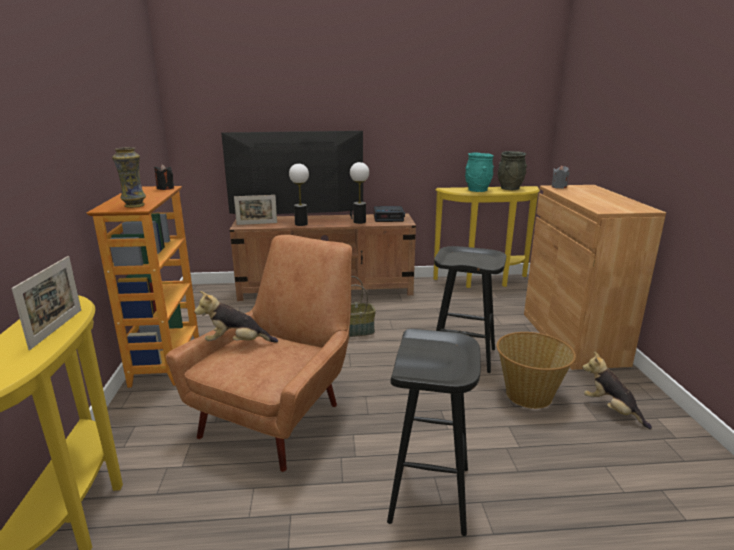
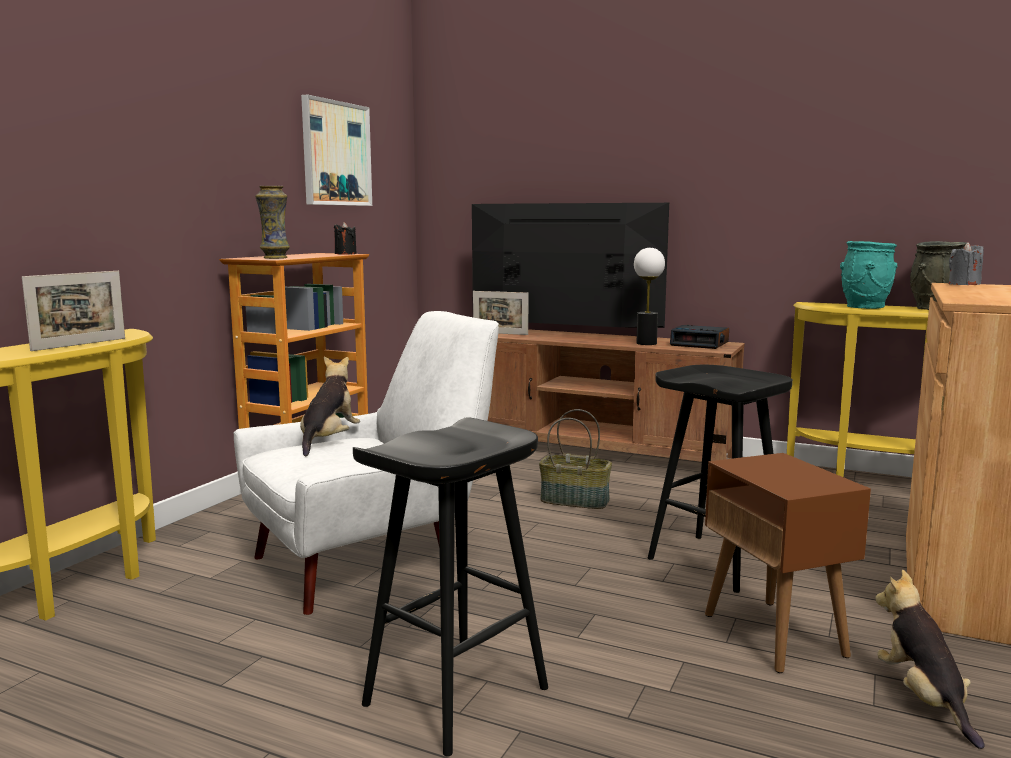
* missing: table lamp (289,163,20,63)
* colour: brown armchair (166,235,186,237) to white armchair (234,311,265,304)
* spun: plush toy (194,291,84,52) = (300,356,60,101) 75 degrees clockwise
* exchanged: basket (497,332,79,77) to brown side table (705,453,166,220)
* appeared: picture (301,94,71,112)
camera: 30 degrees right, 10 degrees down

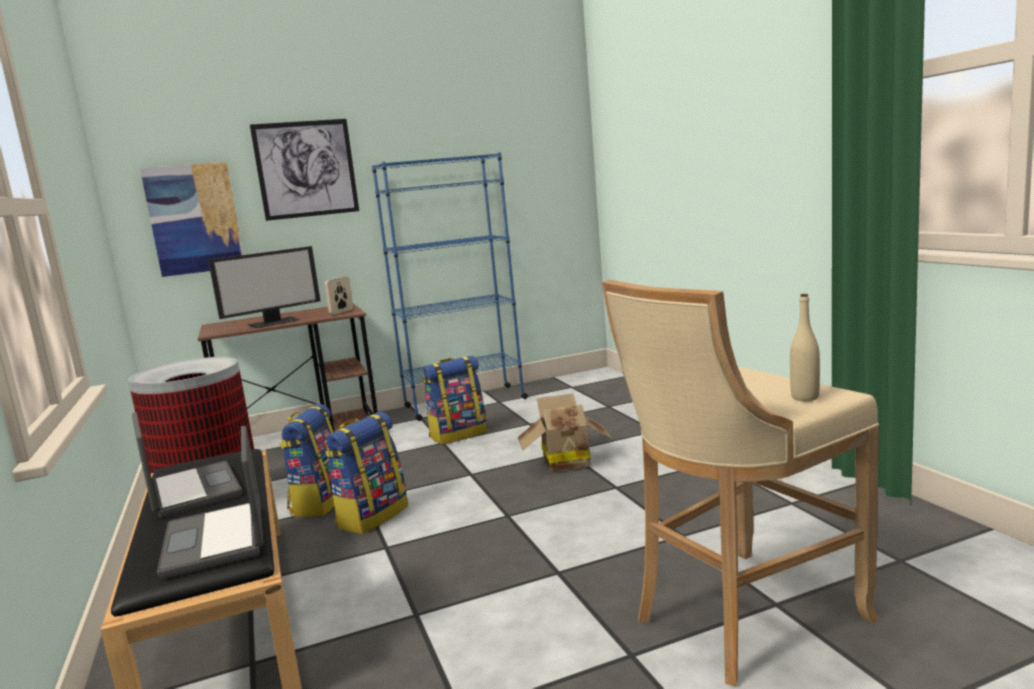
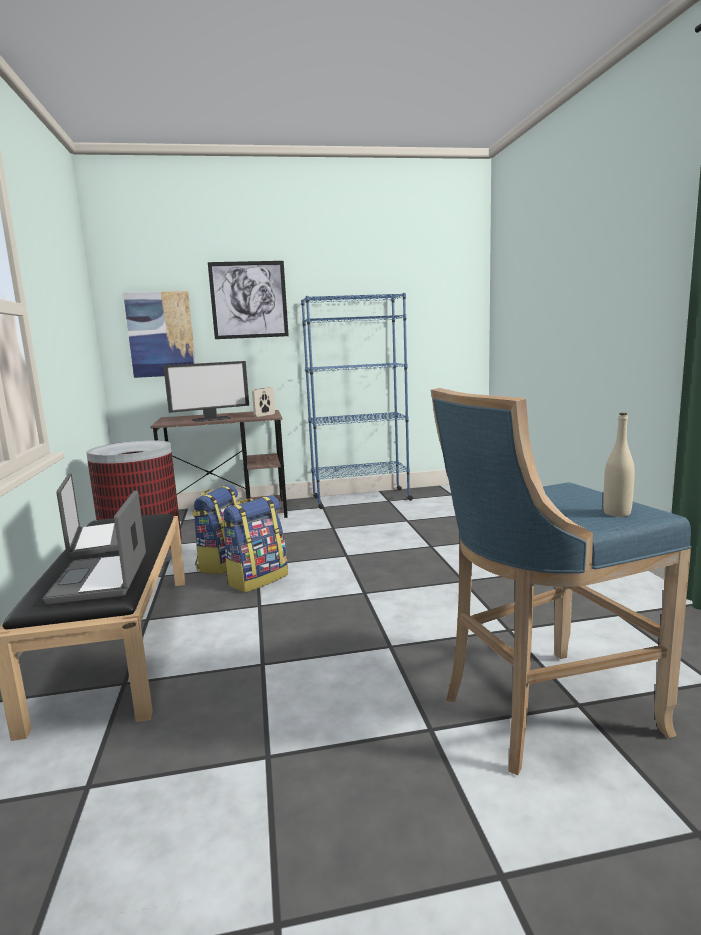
* colour: beige stool (602,280,277,406) to blue stool (431,388,261,387)
* missing: backpack (423,356,64,89)
* missing: cardboard box (518,394,94,78)
camera: 10 degrees right, 0 degrees up

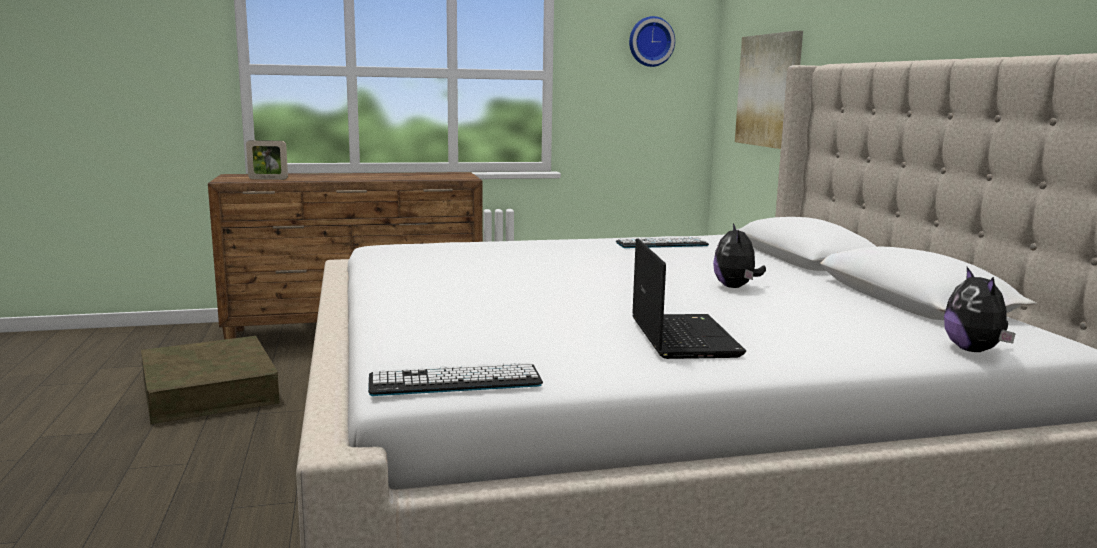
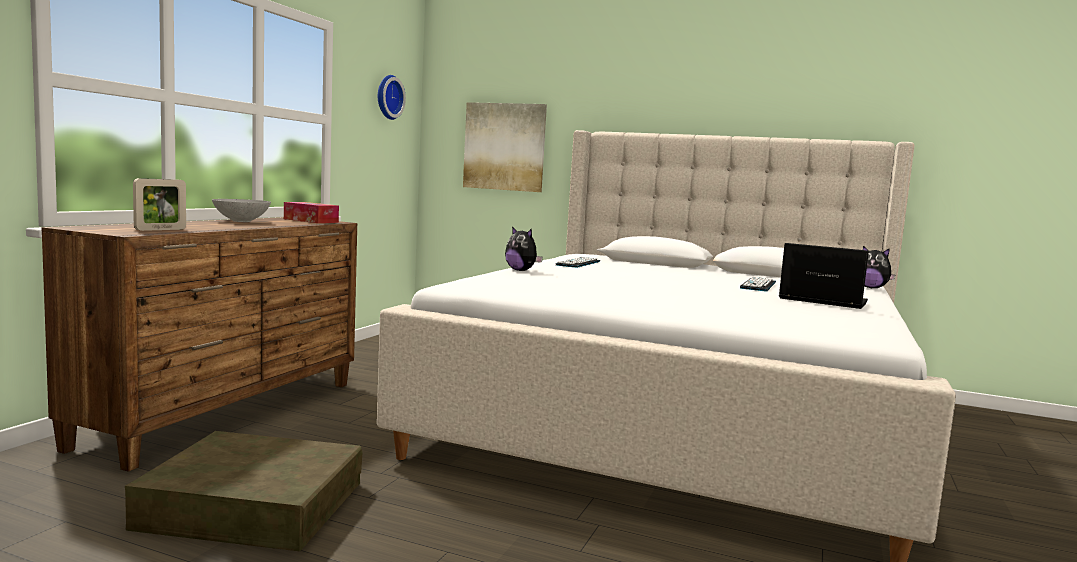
* relocated: plush toy (713,223,53,65) to (505,226,38,45)
* relocated: keyboard (368,362,175,34) to (740,277,36,15)
* appeared: grey bowl (212,199,59,23)
* appeared: tissue box (284,202,55,21)
camera: 55 degrees left, 5 degrees down

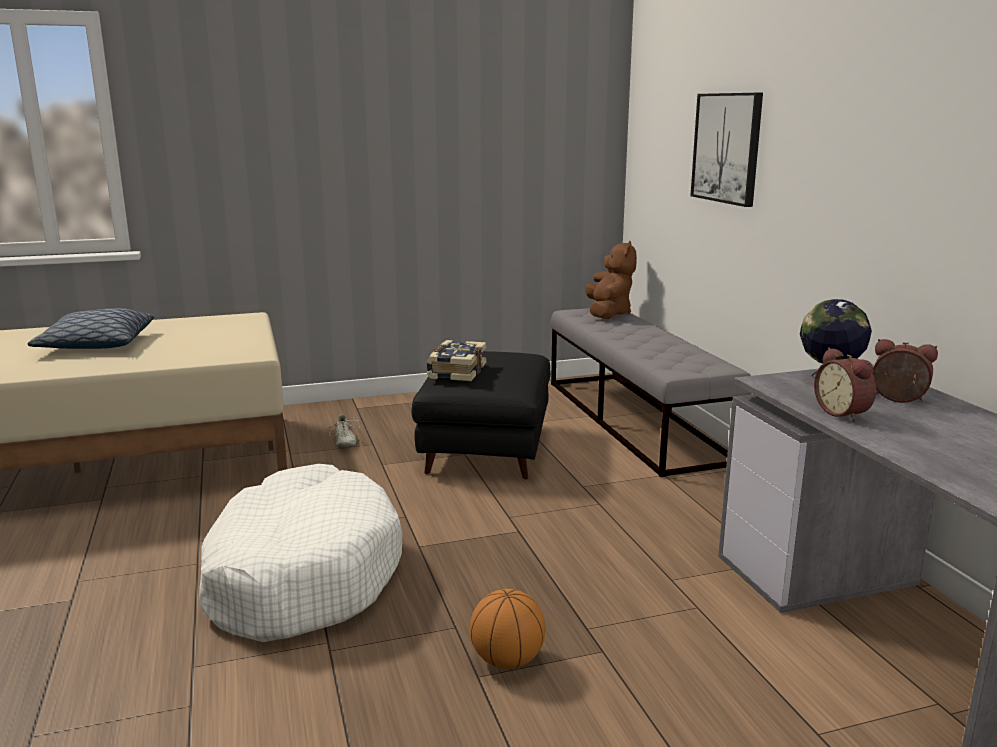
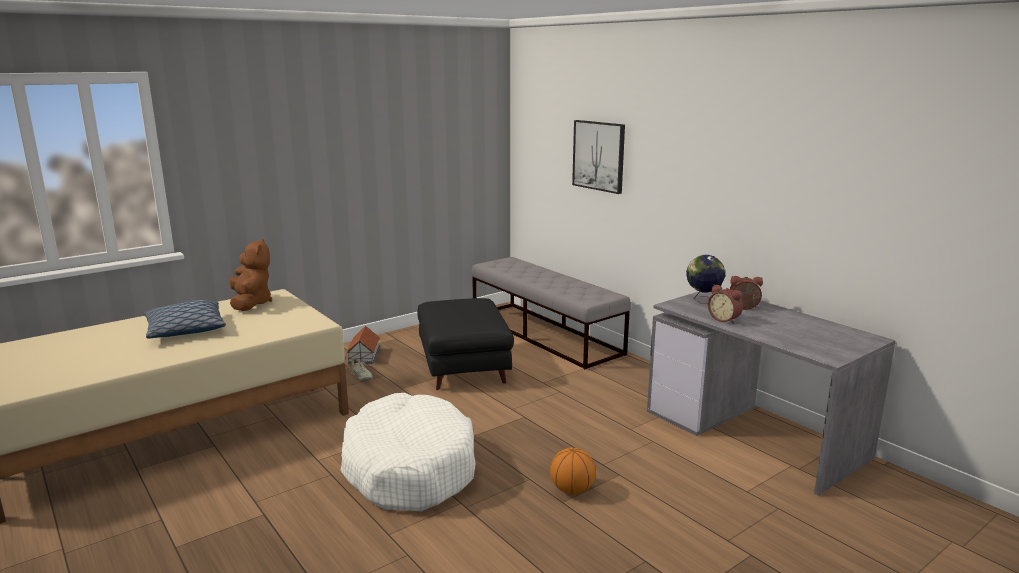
* relocated: brown plush toy (585,241,52,78) to (229,238,43,73)
* missing: book (426,340,60,41)
* appeared: toy house (346,326,34,38)
camera: 20 degrees left, 0 degrees up

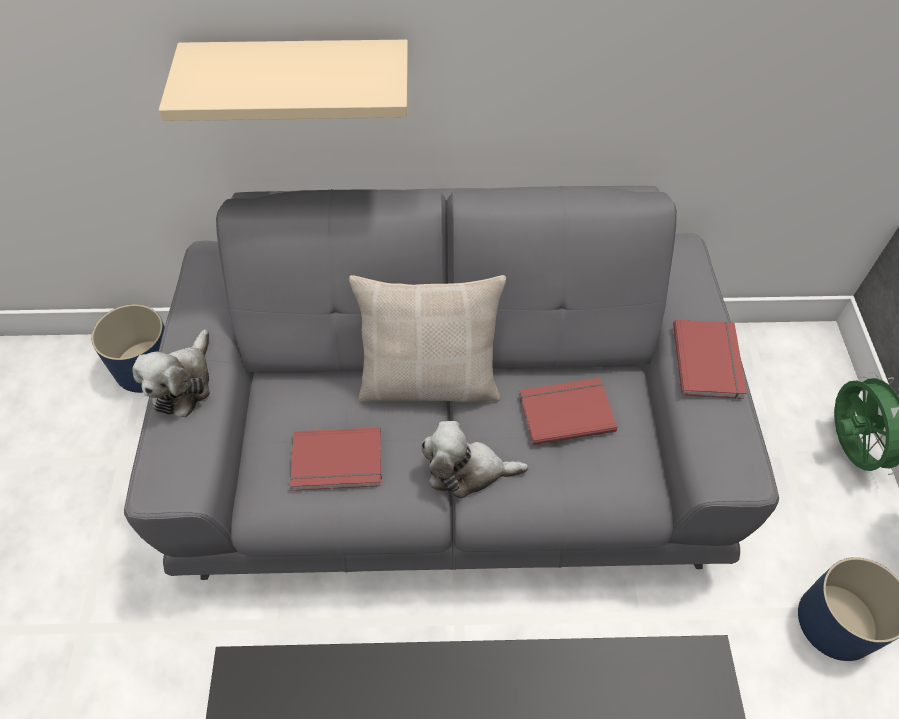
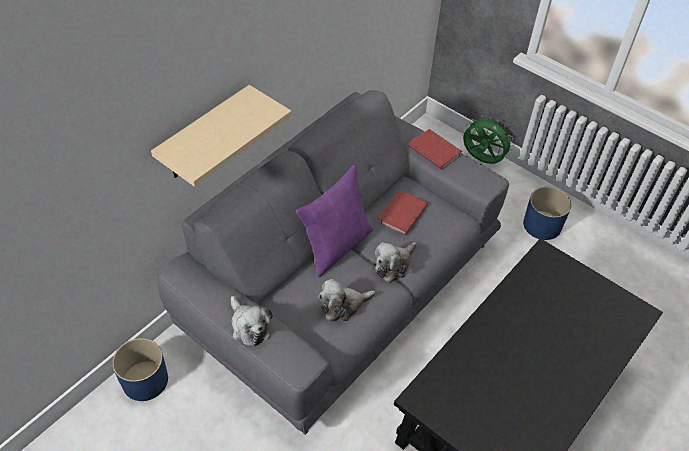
* colour: beige pillow (349,275,157,127) to purple pillow (296,165,77,112)
* exchanged: red book (290,427,92,64) to plush toy (318,279,58,42)
camera: 50 degrees left, 5 degrees down

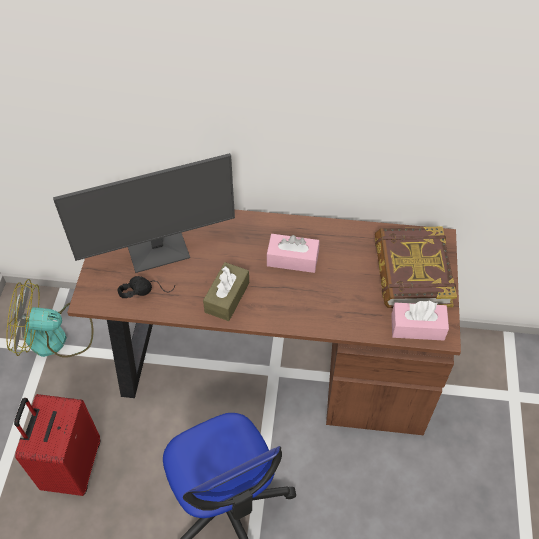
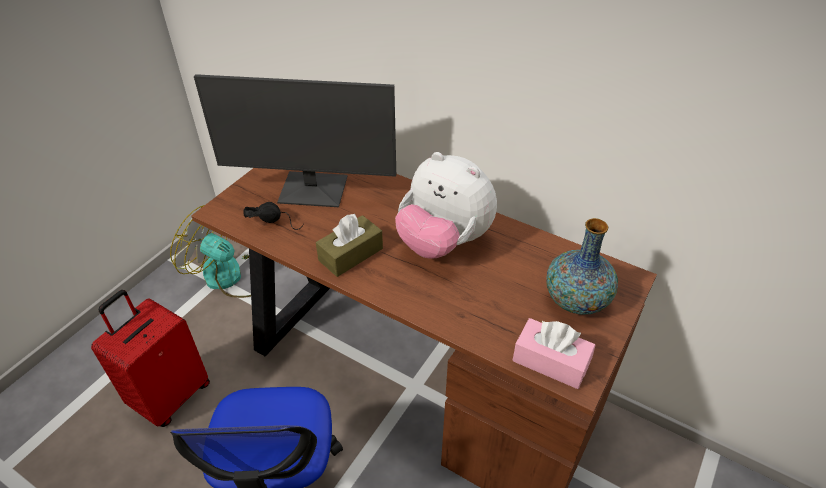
* exchanged: book (375,227,82,81) to vase (546,218,72,97)
* exchanged: pink tissue box (267,234,52,39) to plush toy (395,152,102,107)
camera: 25 degrees right, 10 degrees down

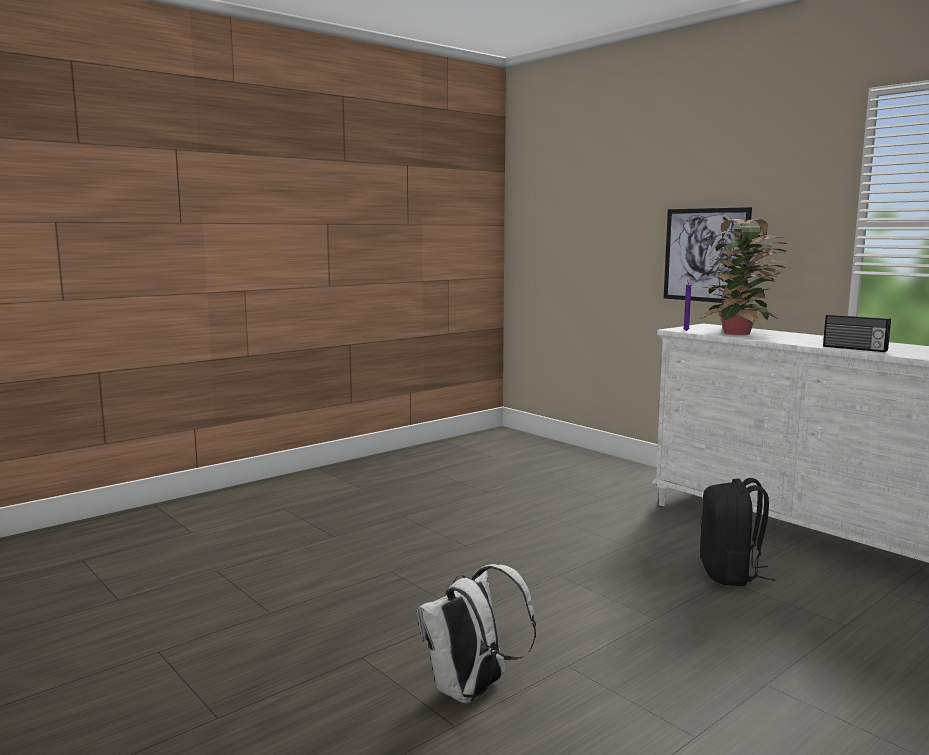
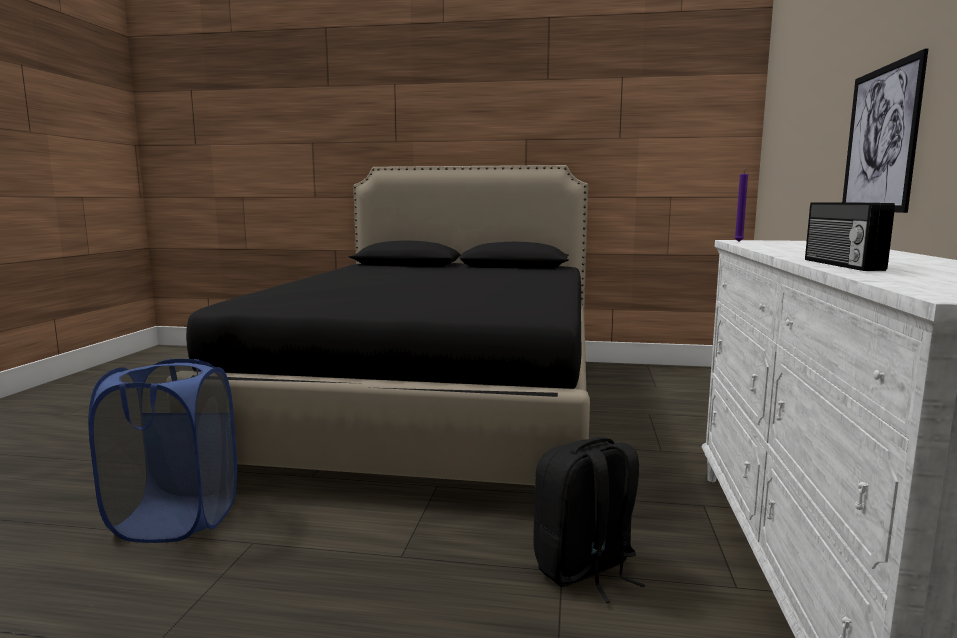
* missing: potted plant (699,219,90,116)
* exchanged: white backpack (417,564,119,139) to blue laundry basket (88,359,149,184)
* appeared: black bed (186,165,404,320)
camera: 50 degrees right, 0 degrees up

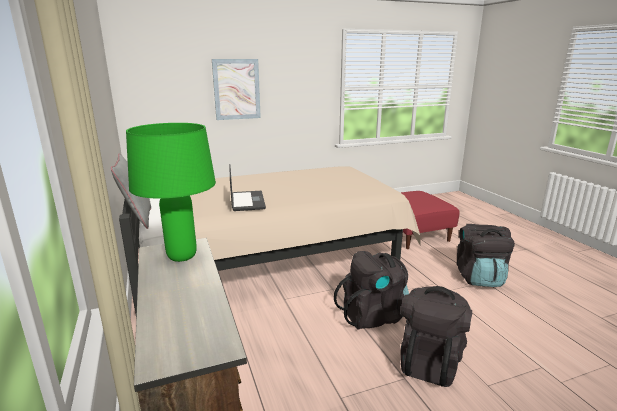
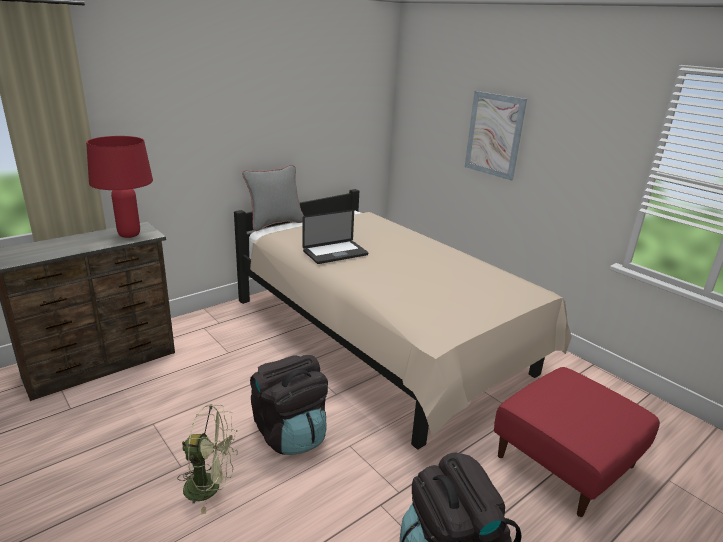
* colour: green table lamp (126,123,90,139) to red table lamp (86,136,67,102)
* exchanged: black backpack (401,286,71,101) to green fan (177,404,61,111)
camera: 70 degrees right, 5 degrees up

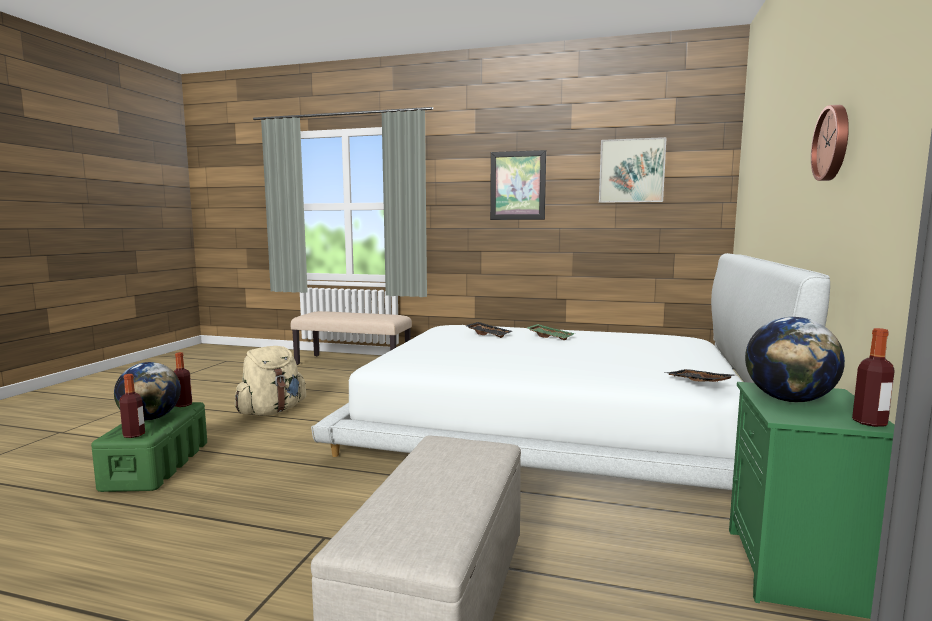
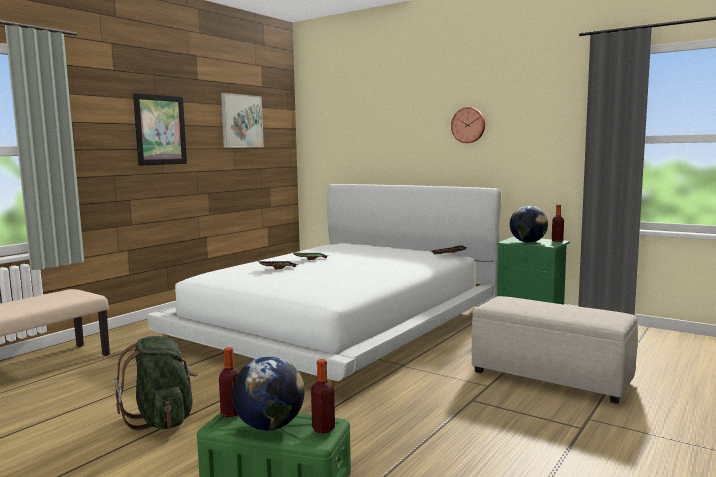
* colour: beige backpack (235,346,71,70) to green backpack (115,336,83,94)
camera: 70 degrees left, 0 degrees up

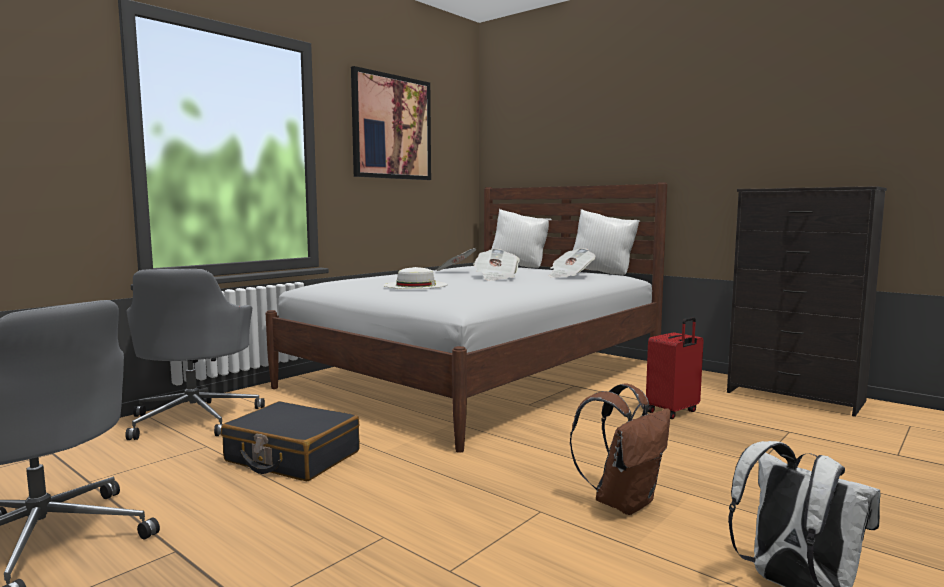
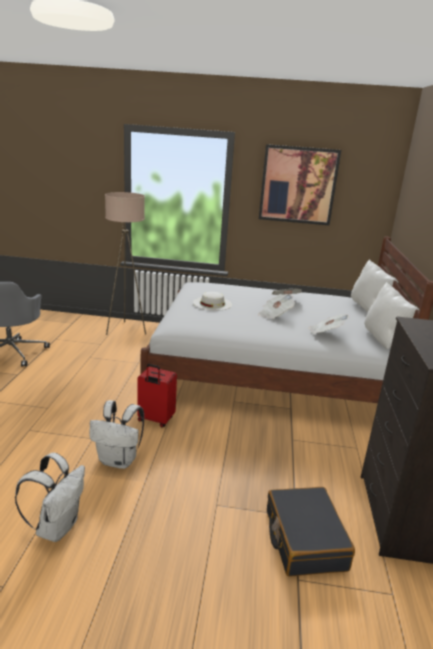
* exchanged: grey office chair (125,269,140,171) to beige floor lamp (105,192,41,143)
* relocated: red suitcase (646,317,58,102) to (138,364,39,63)
* colour: brown backpack (570,383,101,132) to white backpack (89,400,55,69)
* relocated: black suitcase (221,401,139,80) to (267,487,88,90)
camera: 55 degrees right, 15 degrees up

